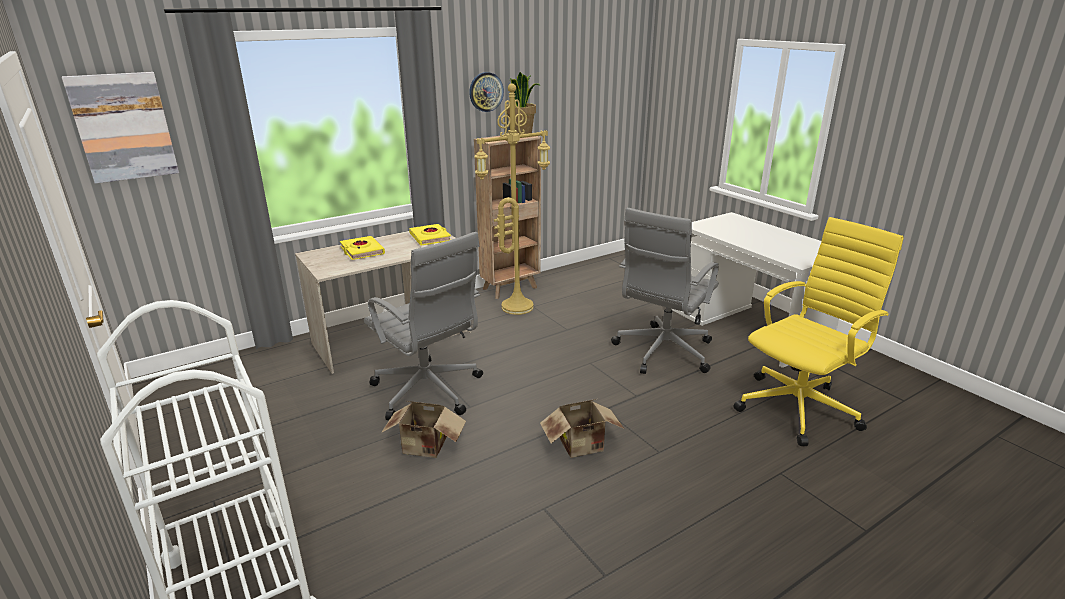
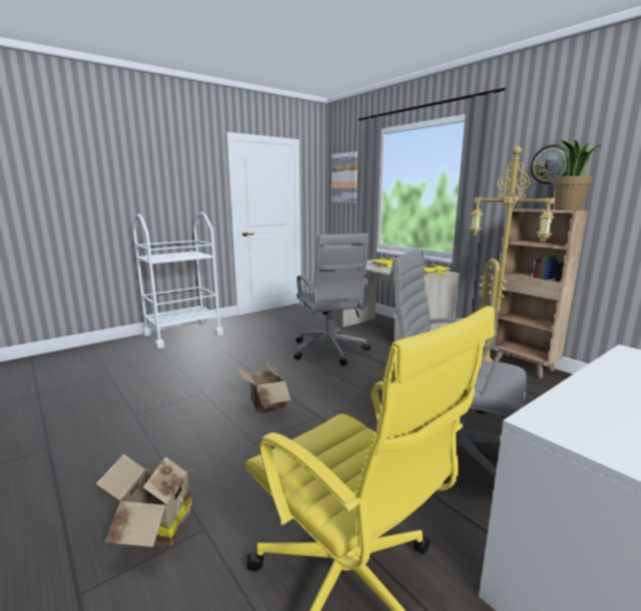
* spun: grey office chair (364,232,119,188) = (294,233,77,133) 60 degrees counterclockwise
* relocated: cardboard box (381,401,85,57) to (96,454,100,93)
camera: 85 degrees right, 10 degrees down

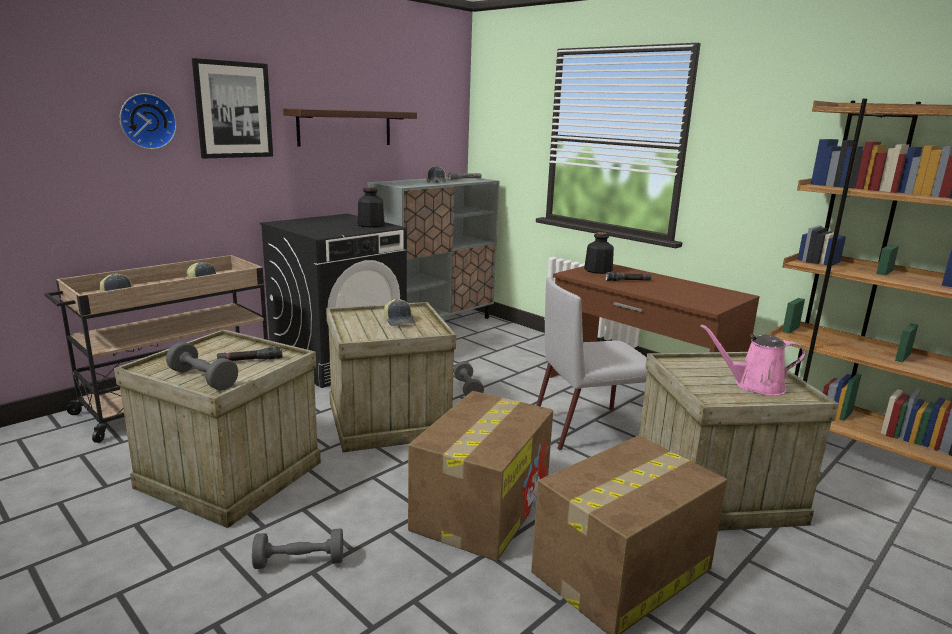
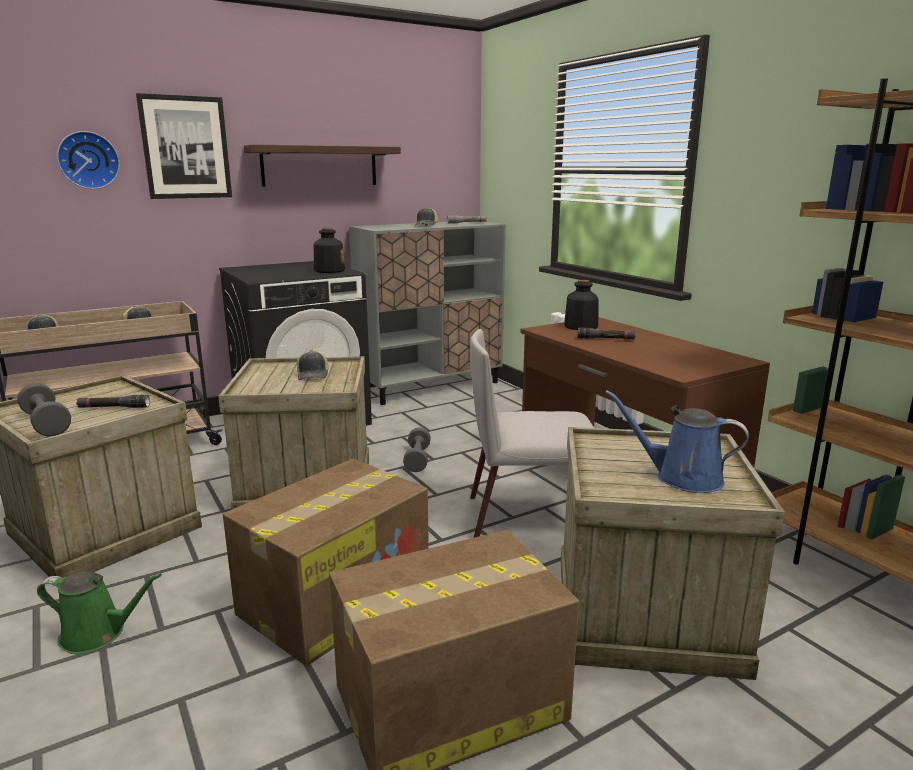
* colour: pink watering can (700,324,106,72) to blue watering can (605,390,144,103)
* exchanged: grey dumbbell (252,529,91,40) to green watering can (37,571,125,83)
camera: 15 degrees right, 0 degrees up

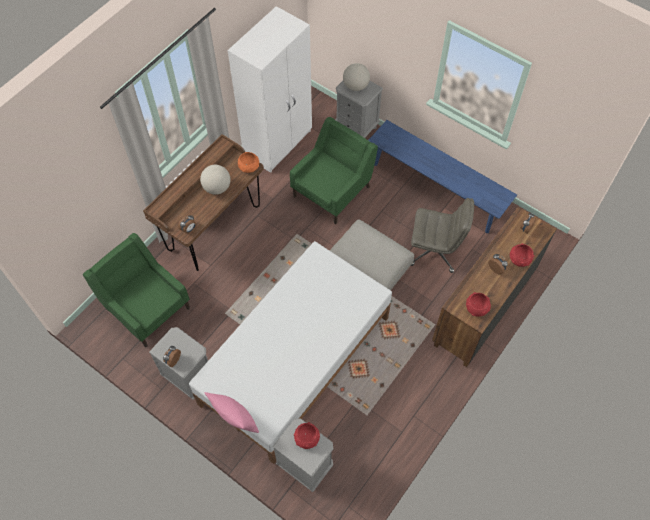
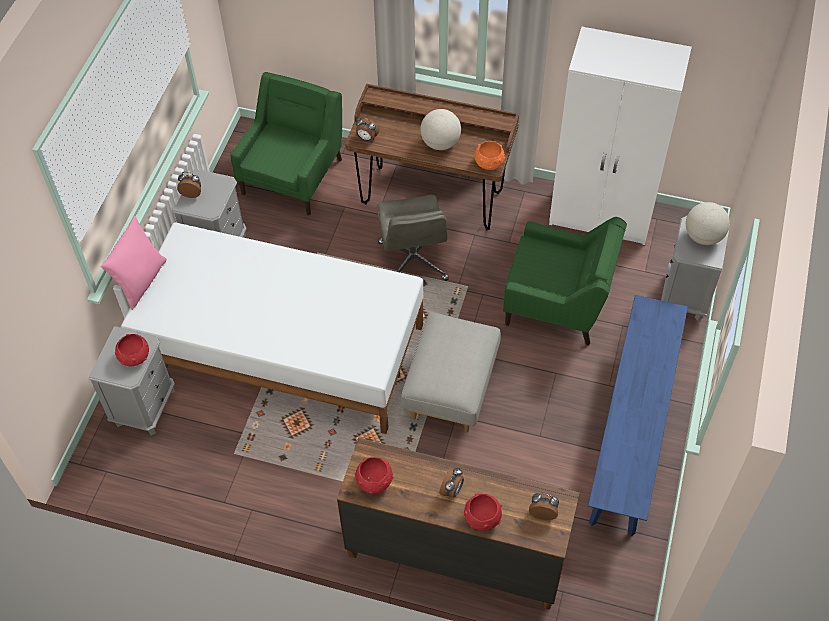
* relocated: grey office chair (411,198,63,75) to (377,195,72,86)
camera: 70 degrees right, 5 degrees down

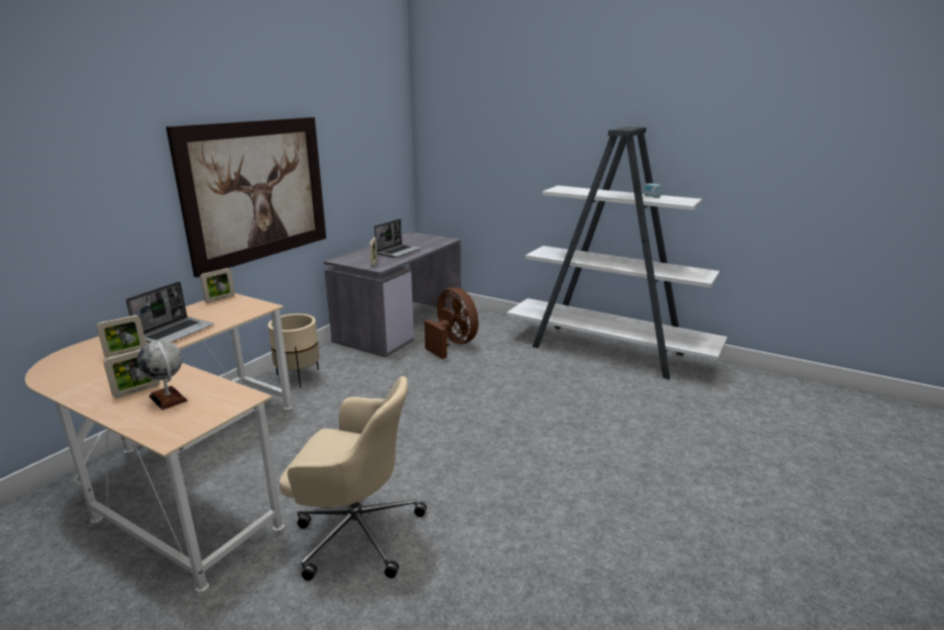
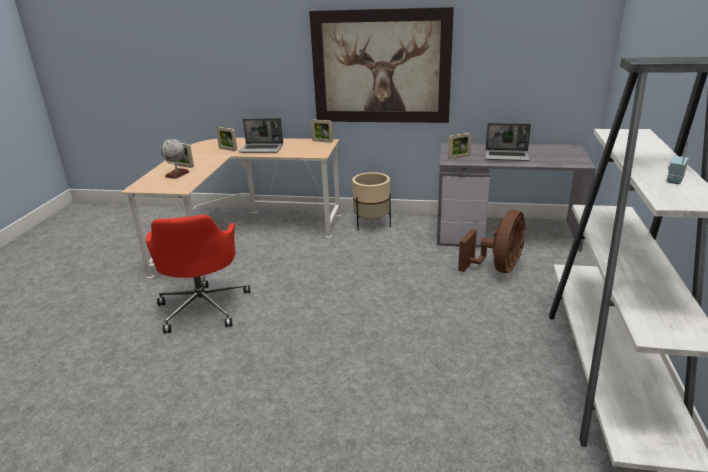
* colour: beige office chair (279,376,148,205) to red office chair (146,215,104,119)
camera: 70 degrees right, 5 degrees up

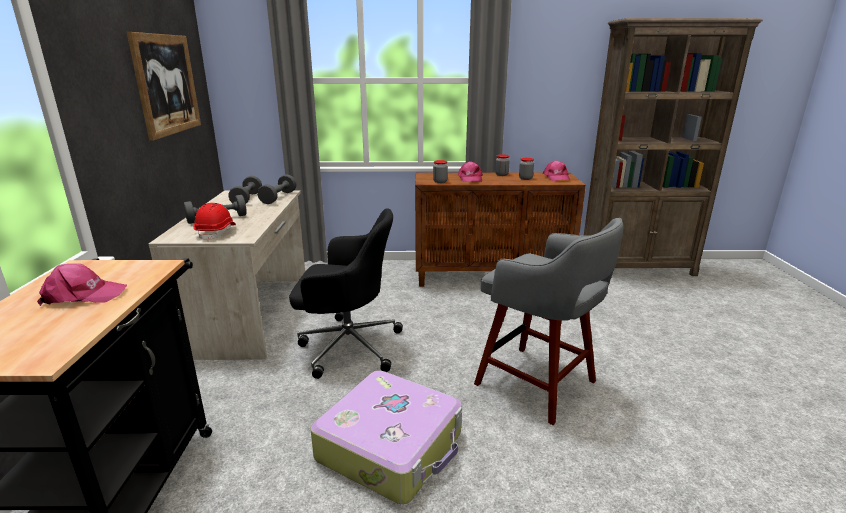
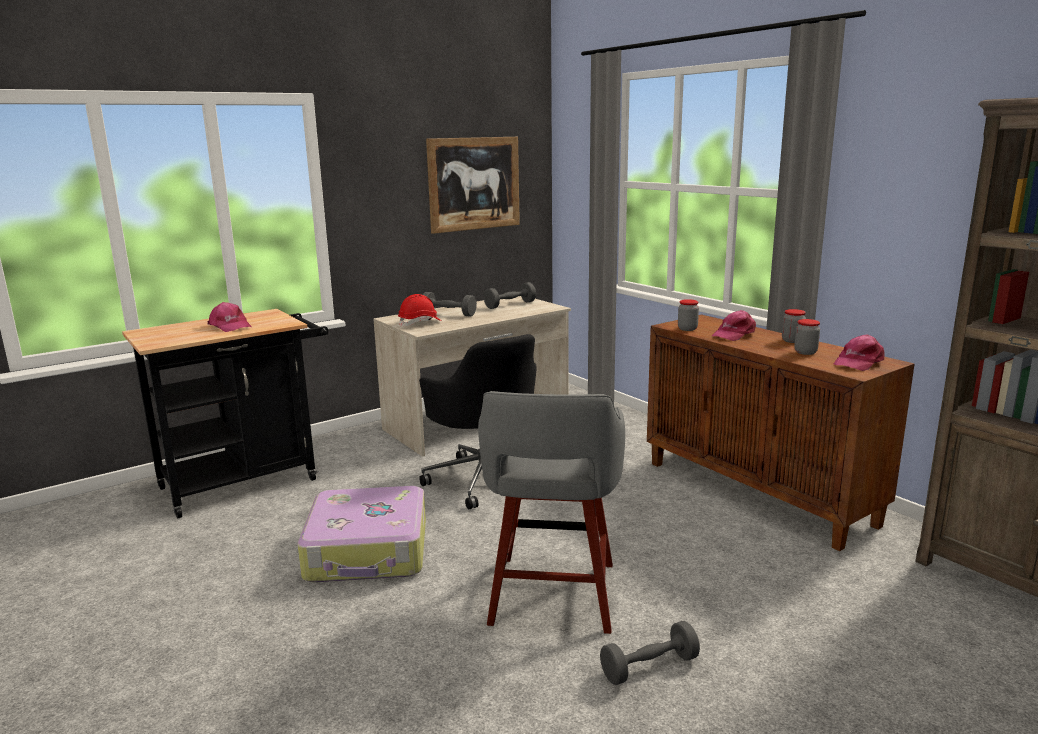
* relocated: grey dumbbell (257,174,39,30) to (600,621,100,64)
camera: 55 degrees right, 5 degrees down

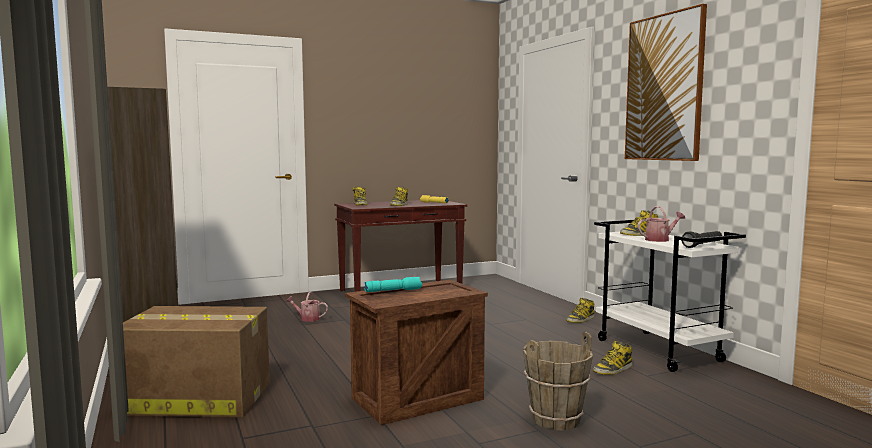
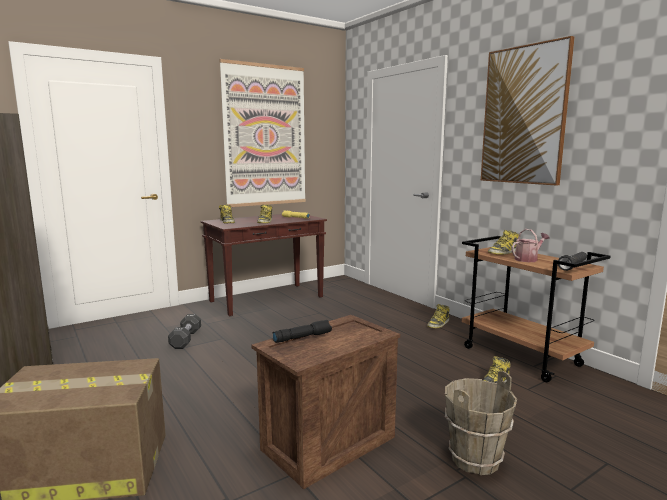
* colour: white cart (594,220,152,152) to brown cart (462,236,148,146)
* colour: turquoise flashlight (365,277,57,15) to black flashlight (273,320,59,23)
* exchanged: watering can (286,291,42,31) to black dumbbell (168,314,33,35)
* appeared: picture (219,59,87,148)
camera: 10 degrees left, 5 degrees up

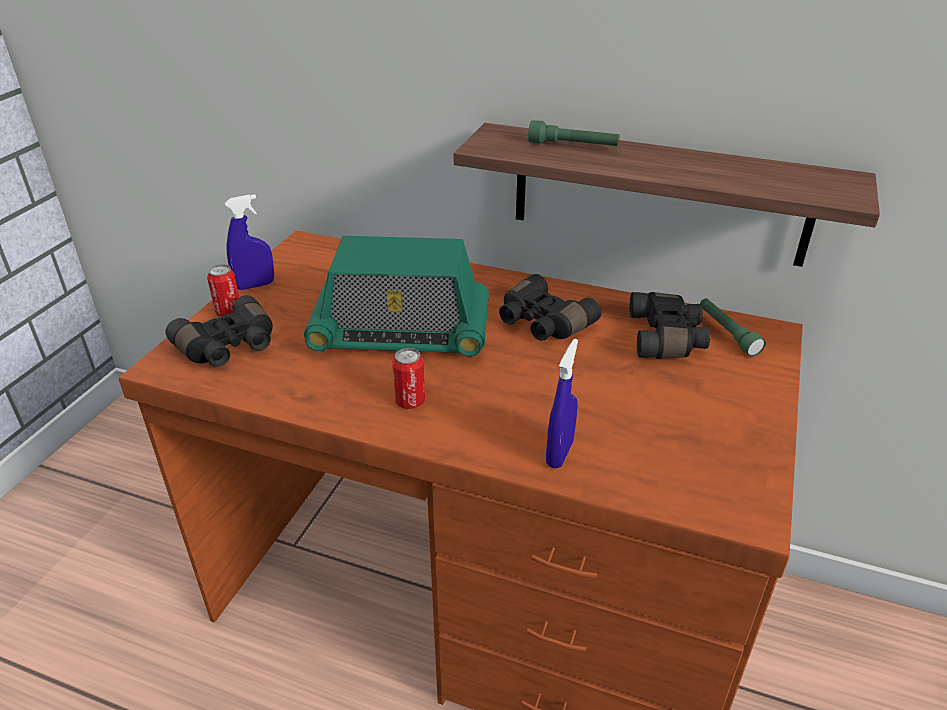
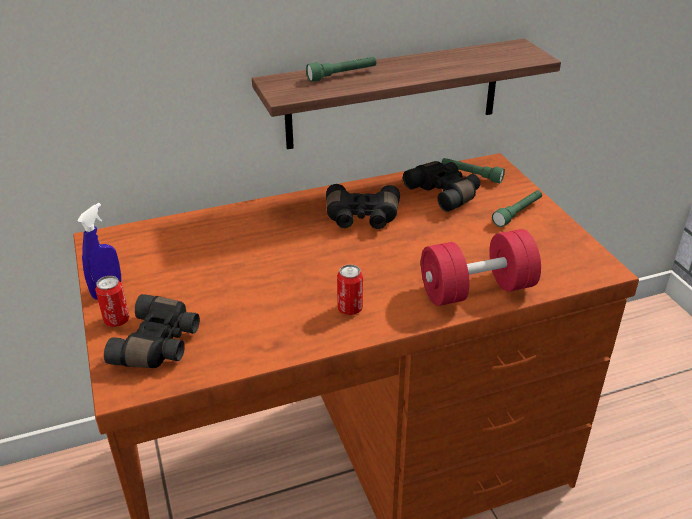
* missing: radio (304,236,185,121)
* exchanged: blue spray bottle (546,339,32,130) to red dumbbell (421,229,120,77)
* appeared: green flashlight (492,190,50,37)
camera: 40 degrees left, 0 degrees up

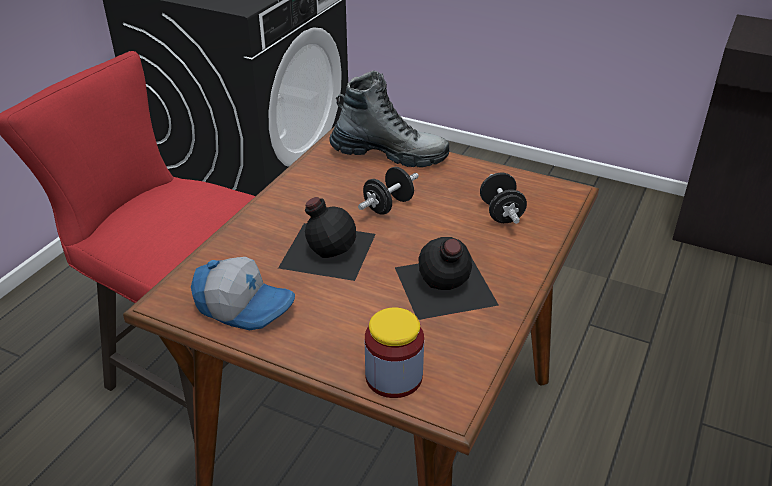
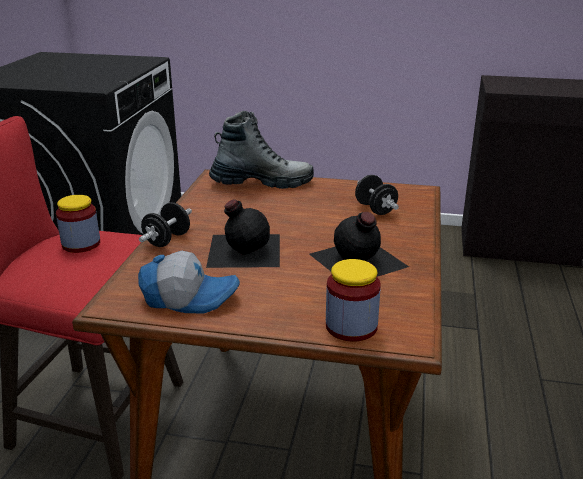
* relocated: black dumbbell (358,167,61,48) to (139,202,53,45)
* appeared: jar (56,195,44,58)
camera: 15 degrees left, 10 degrees down

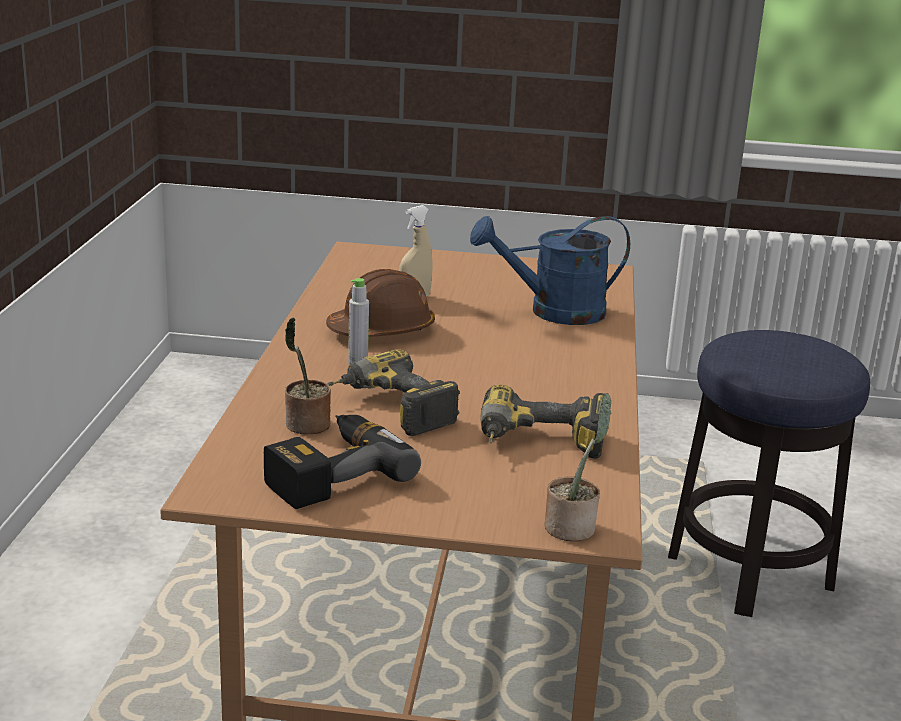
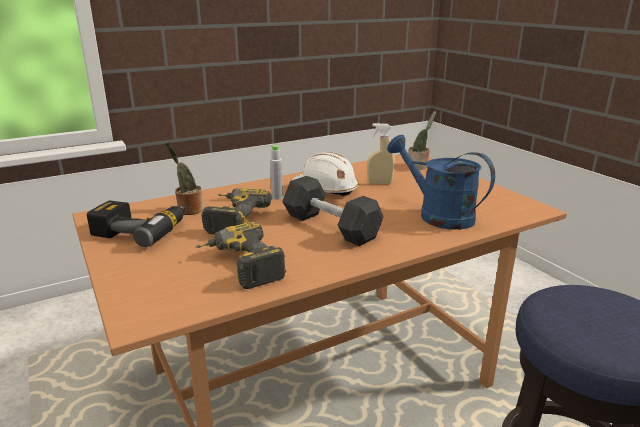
* colour: brown hard hat (326,269,109,68) to white hard hat (293,152,66,44)
* relocated: potted plant (545,393,67,148) to (407,111,29,59)
* appeared: grey dumbbell (282,176,102,70)
camera: 55 degrees right, 0 degrees up

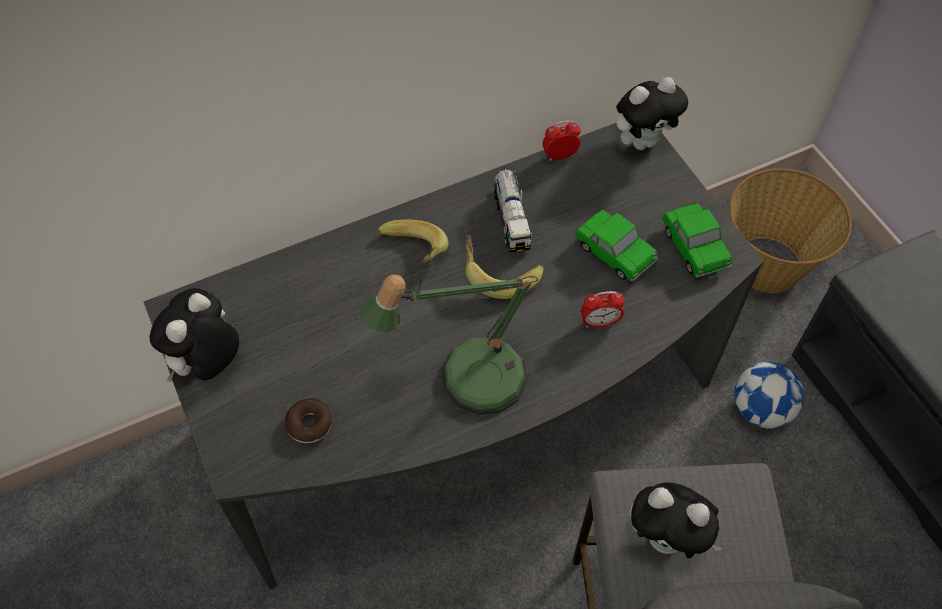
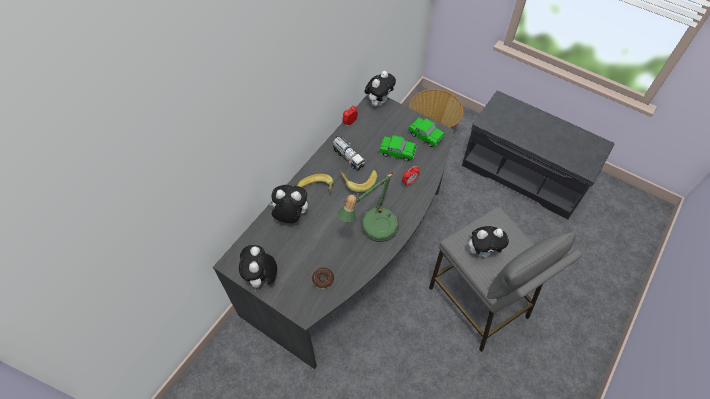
* missing: football (734,362,70,67)
* appeared: plush toy (268,185,40,38)
camera: 30 degrees left, 0 degrees up

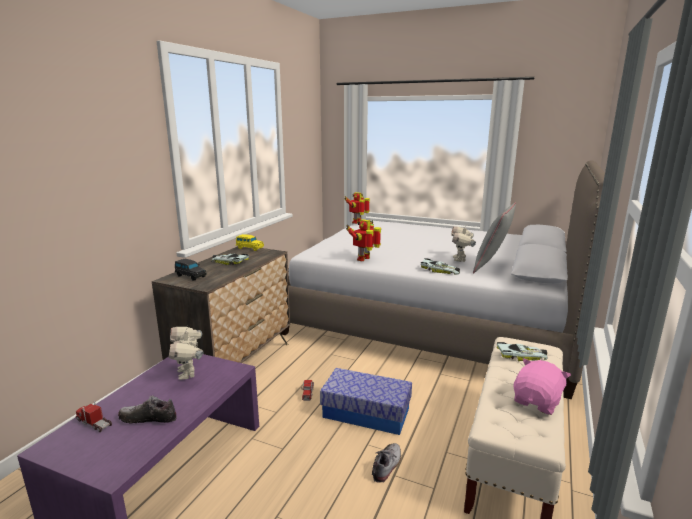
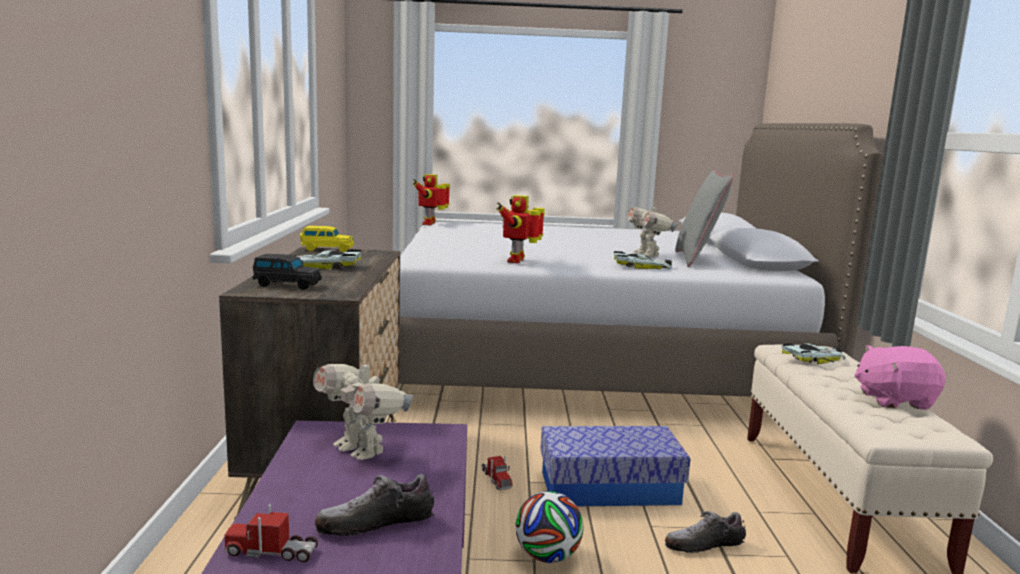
* spun: pink plush toy (514,359,57,56) = (855,345,90,65) 105 degrees counterclockwise
* spun: shoe (372,443,29,40) = (665,511,81,42) 105 degrees counterclockwise
* appeared: football (516,491,68,72)
camera: 25 degrees left, 5 degrees down

